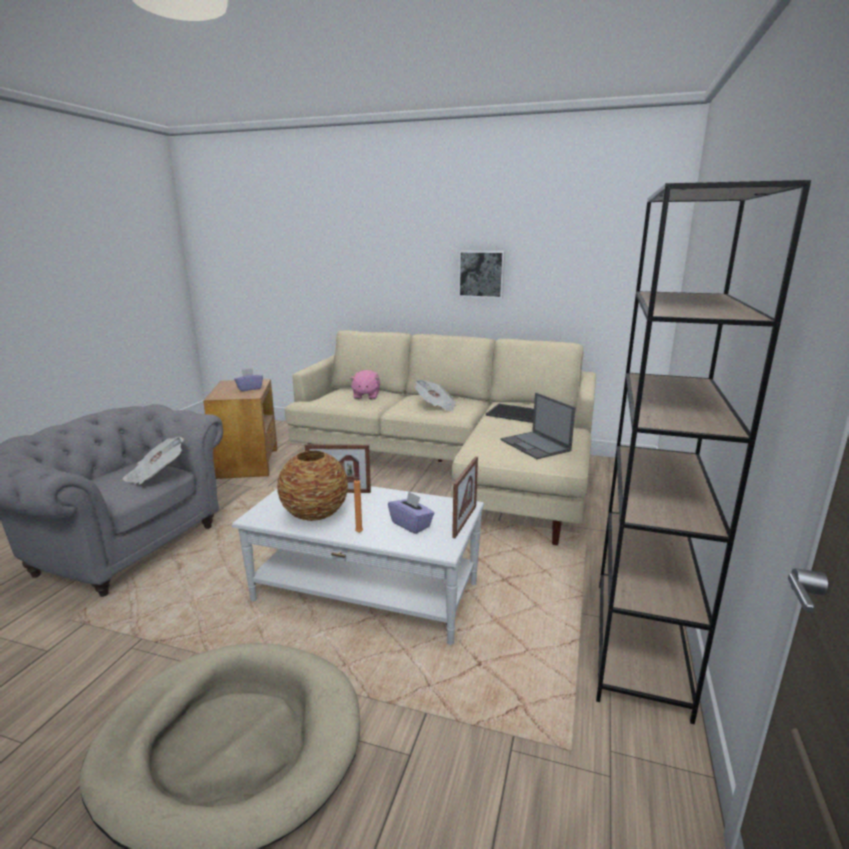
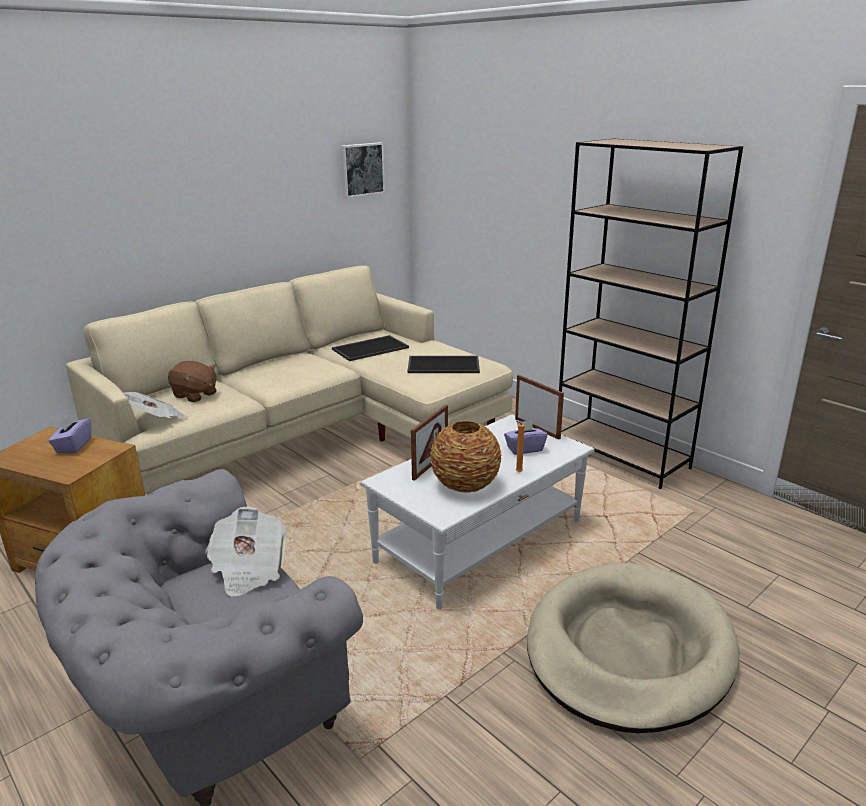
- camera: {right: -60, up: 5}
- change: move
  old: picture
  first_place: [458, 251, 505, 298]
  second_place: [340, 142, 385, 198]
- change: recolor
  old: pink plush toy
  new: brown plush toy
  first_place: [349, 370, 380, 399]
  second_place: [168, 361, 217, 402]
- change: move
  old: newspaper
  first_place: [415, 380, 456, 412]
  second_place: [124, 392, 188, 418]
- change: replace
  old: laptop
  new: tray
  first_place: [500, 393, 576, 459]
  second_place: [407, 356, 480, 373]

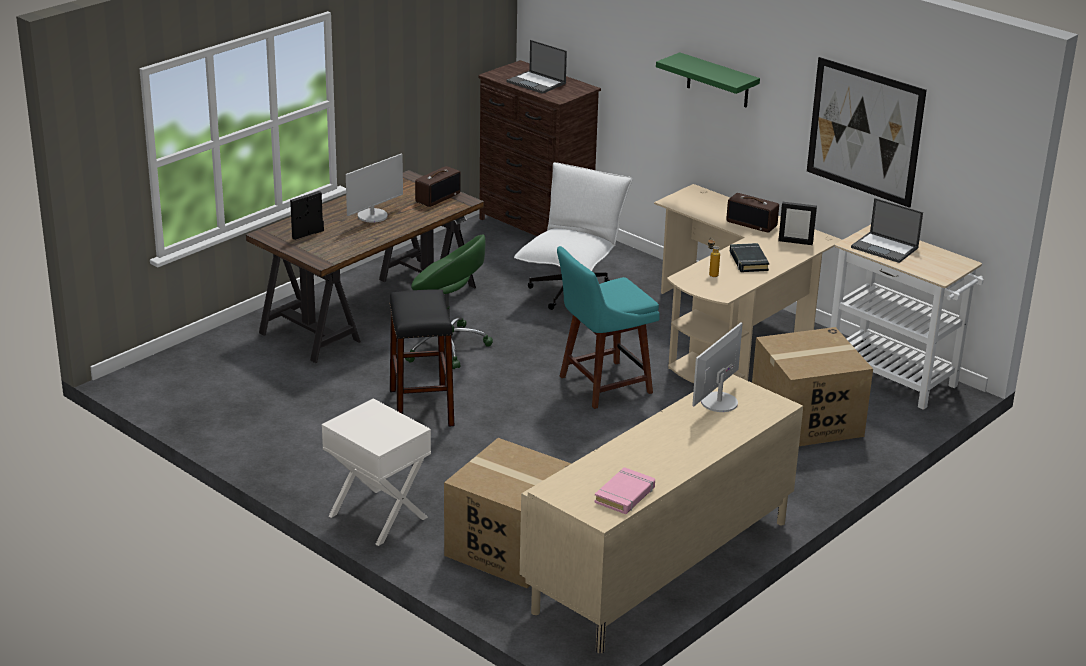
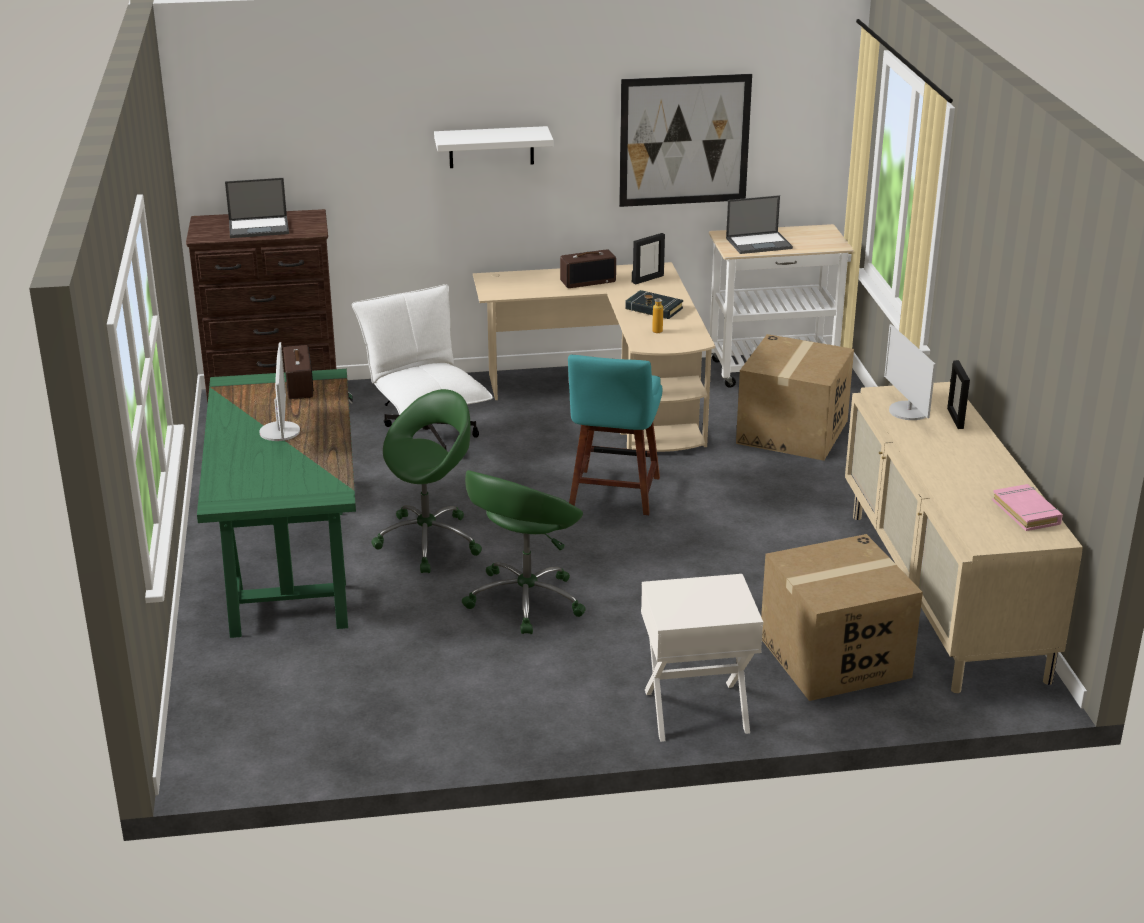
- camera: {right: -50, up: 0}
- change: recolor
  old: green shelf
  new: white shelf
  first_place: [656, 52, 760, 108]
  second_place: [434, 126, 554, 168]
- change: recolor
  old: brown desk
  new: green desk
  first_place: [246, 170, 484, 363]
  second_place: [197, 369, 356, 638]
- change: move
  old: picture frame
  first_place: [290, 191, 324, 240]
  second_place: [947, 360, 970, 429]
- change: replace
  old: black stool
  new: green office chair
  first_place: [389, 290, 454, 427]
  second_place: [462, 470, 585, 634]

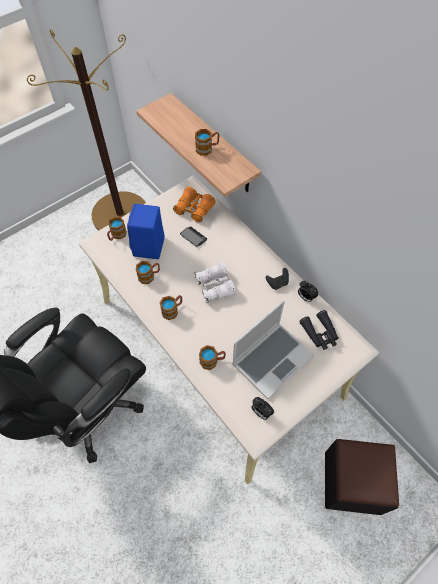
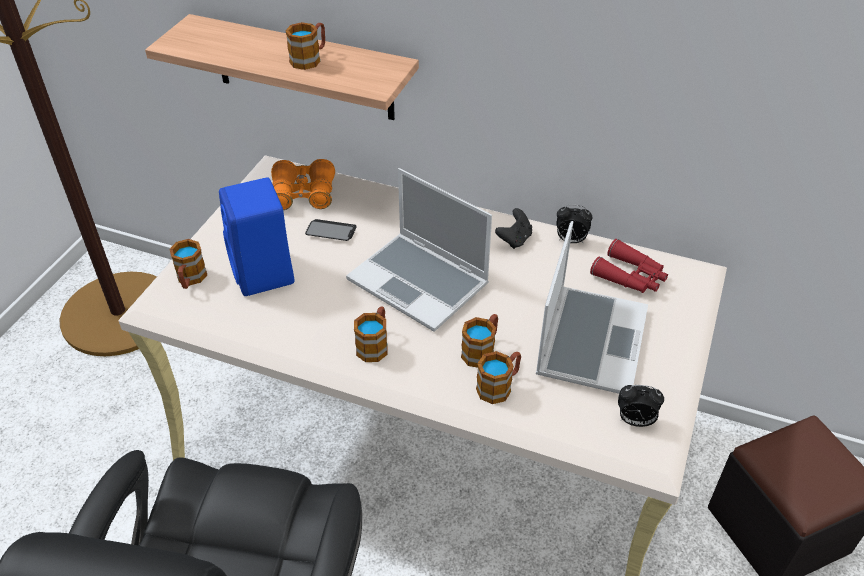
- camera: {right: -30, up: -15}
- change: move
  old: mug
  first_place: [136, 261, 160, 284]
  second_place: [461, 314, 498, 368]
- change: replace
  old: white binoculars
  new: laptop
  first_place: [195, 262, 236, 303]
  second_place: [346, 168, 492, 332]
- change: recolor
  old: black binoculars
  new: red binoculars
  first_place: [299, 310, 338, 350]
  second_place: [590, 239, 668, 293]

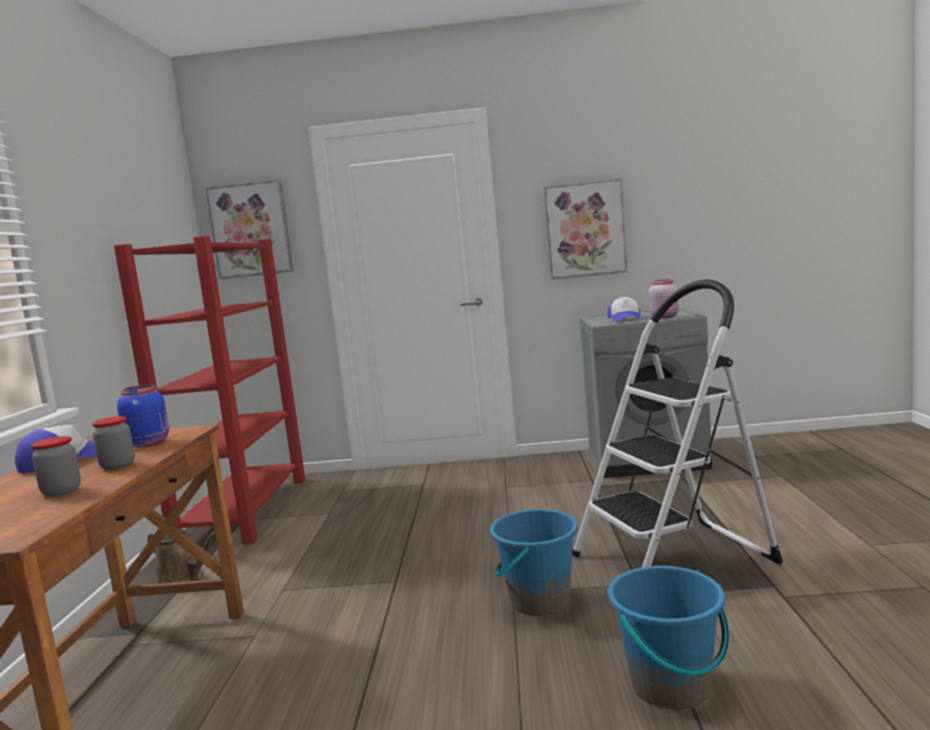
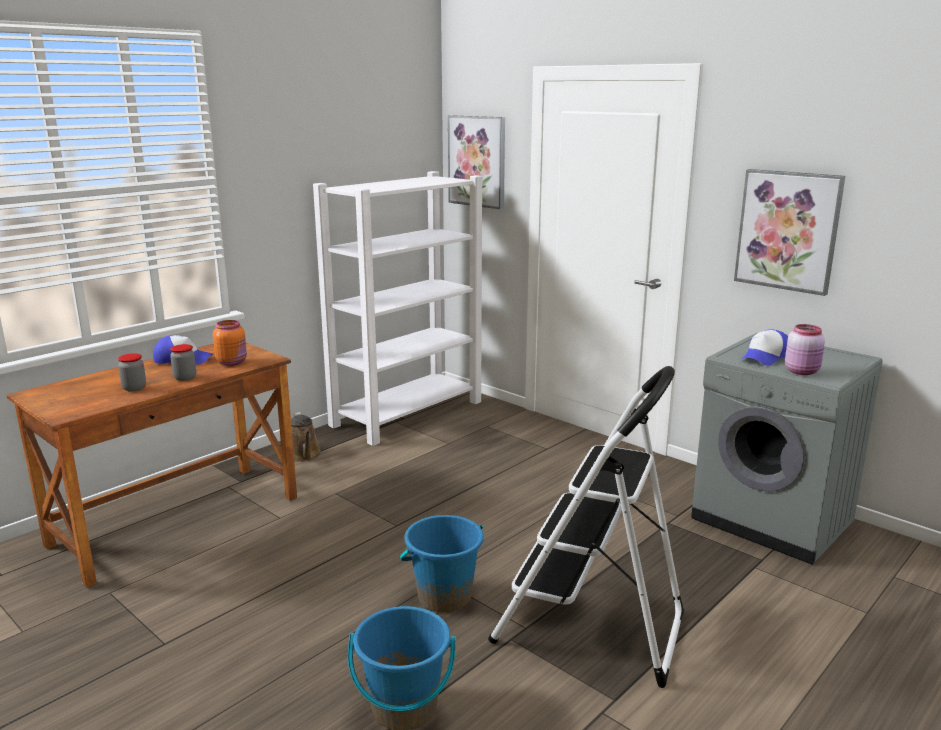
- camera: {right: 40, up: 10}
- change: recolor
  old: red bookcase
  new: white bookcase
  first_place: [114, 236, 305, 544]
  second_place: [313, 171, 482, 446]
- change: recolor
  old: blue jar
  new: orange jar
  first_place: [117, 384, 169, 448]
  second_place: [213, 320, 247, 366]

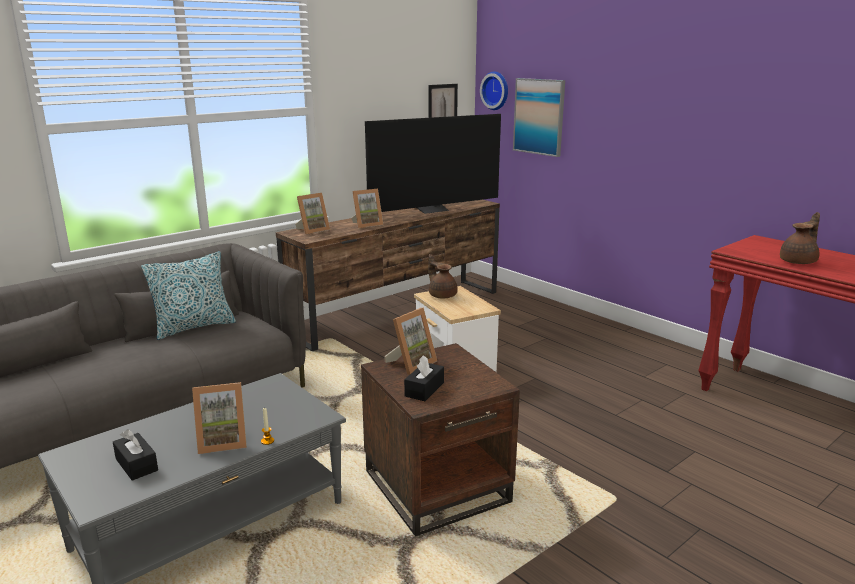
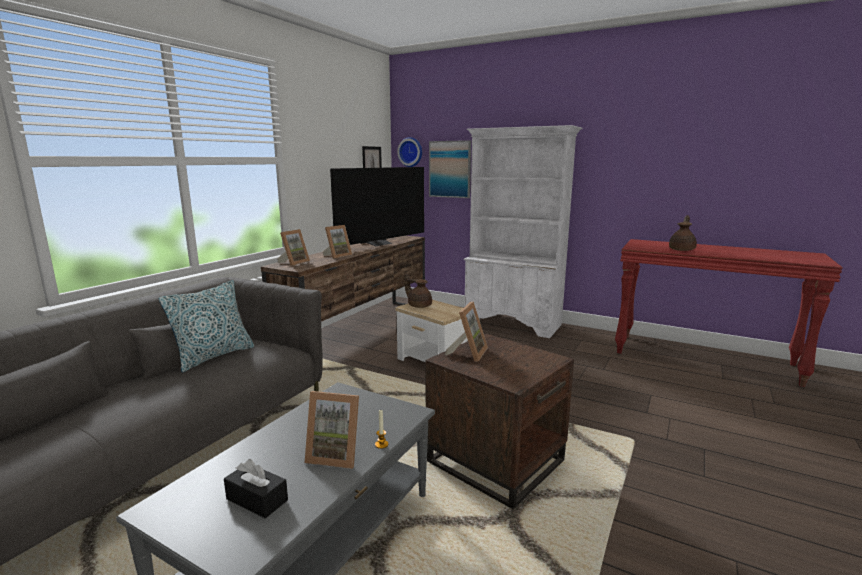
- camera: {right: -20, up: -5}
- change: delete
  old: black tissue box
  first_place: [404, 355, 444, 401]
- change: rotate
  old: picture frame
  first_place: [192, 382, 247, 454]
  second_place: [305, 391, 359, 469]
  degrees: 45
- change: insert
  new: white bookcase
  second_place: [464, 125, 583, 338]

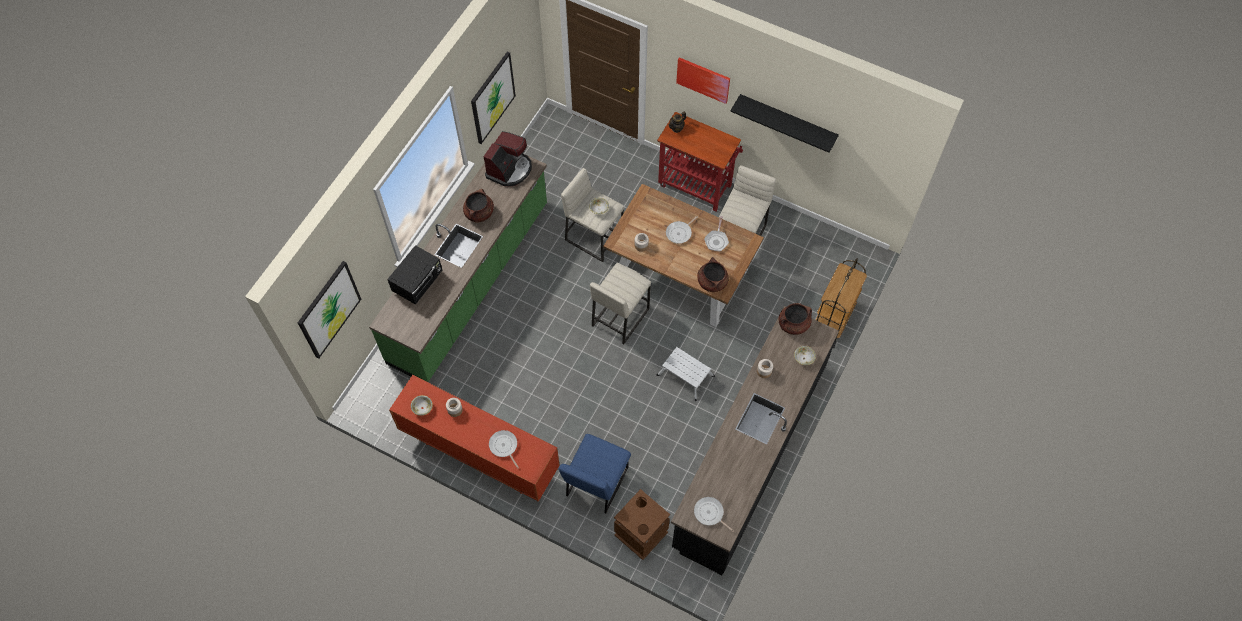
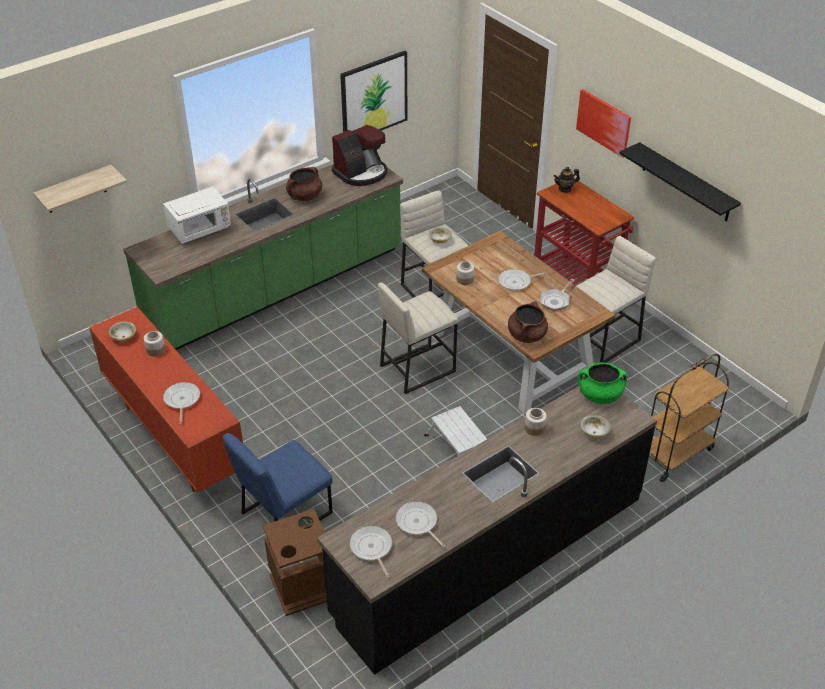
- camera: {right: 25, up: -20}
- change: recolor
  old: black microwave
  new: white microwave
  first_place: [387, 245, 442, 305]
  second_place: [163, 187, 231, 244]
- change: replace
  old: picture
  new: shelf
  first_place: [298, 261, 361, 359]
  second_place: [33, 165, 127, 213]
- change: recolor
  old: brown cooking pot
  new: green cooking pot
  first_place: [779, 303, 812, 335]
  second_place: [578, 363, 627, 404]
- change: insert
  new: frying pan
  second_place: [396, 501, 445, 547]

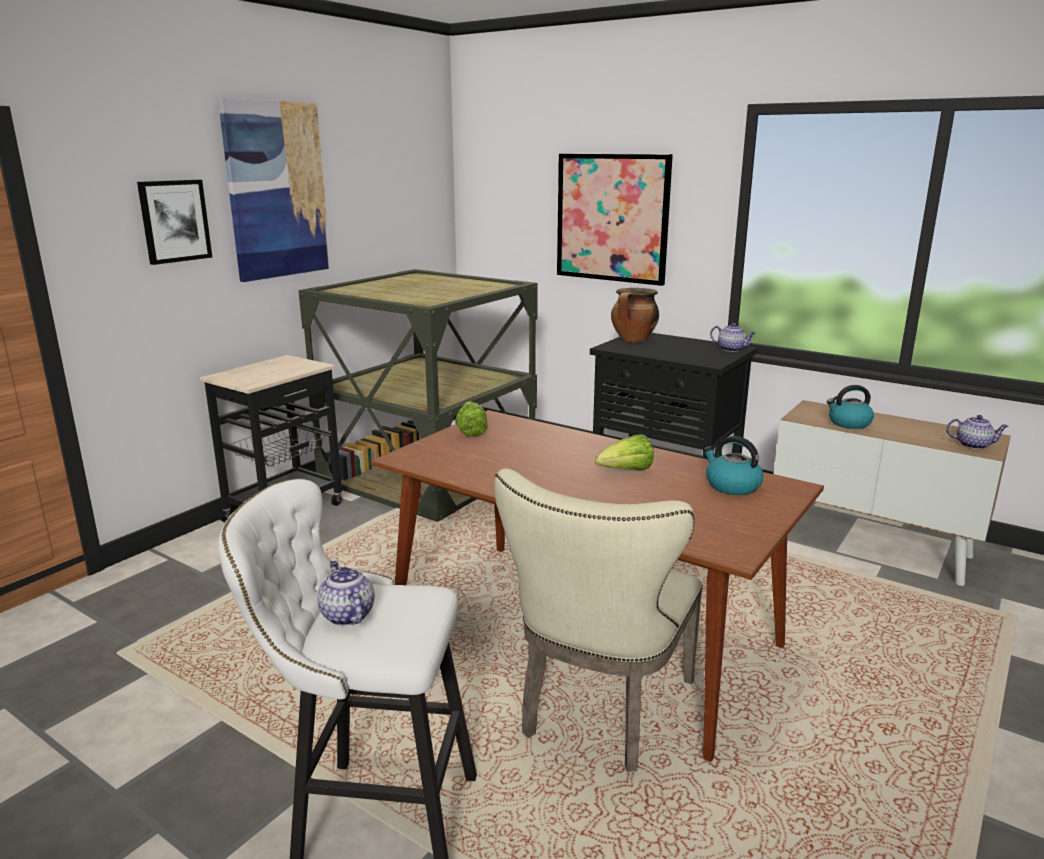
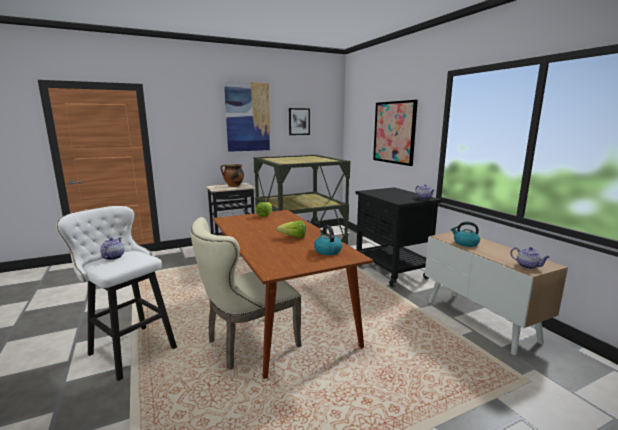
- camera: {right: 30, up: -5}
- change: move
  old: picture
  first_place: [137, 180, 212, 265]
  second_place: [289, 108, 310, 135]
- change: move
  old: cooking pot
  first_place: [611, 288, 659, 343]
  second_place: [220, 164, 244, 187]

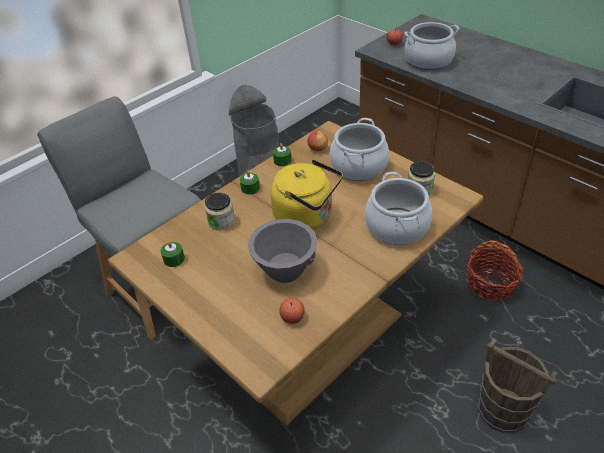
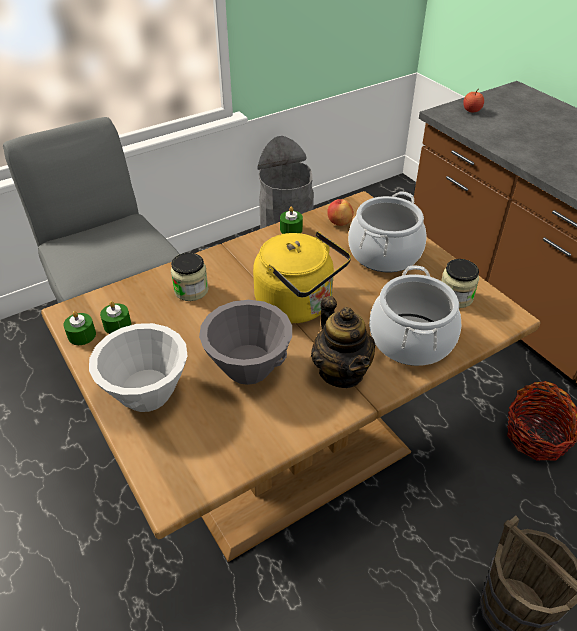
- camera: {right: 10, up: 0}
- change: delete
  old: cooking pot
  first_place: [404, 22, 459, 70]
- change: move
  old: green candle
  first_place: [240, 171, 260, 195]
  second_place: [64, 311, 96, 345]
- change: delete
  old: apple
  first_place: [280, 298, 305, 324]
- change: insert
  new: teapot
  second_place: [311, 296, 375, 388]
- change: insert
  new: white bowl
  second_place: [89, 323, 188, 412]

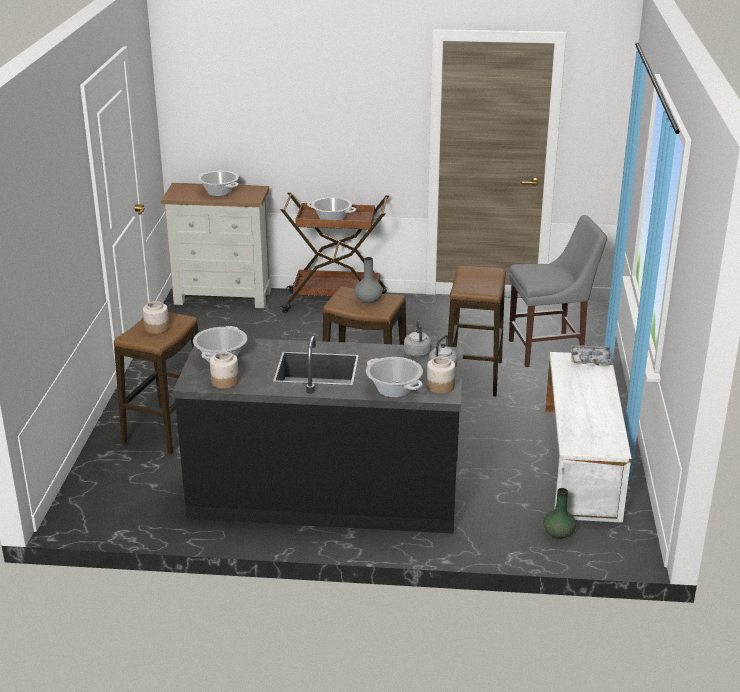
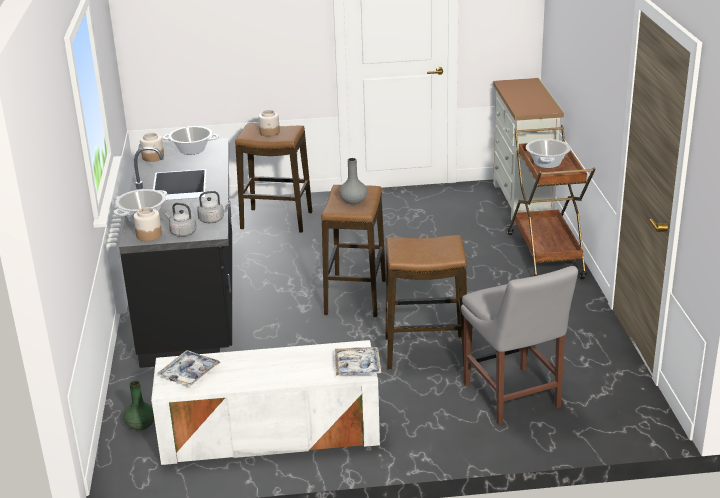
- camera: {right: 80, up: 0}
- change: delete
  old: cooking pot
  first_place: [198, 171, 239, 196]
- change: insert
  new: tray
  second_place: [158, 350, 221, 386]

